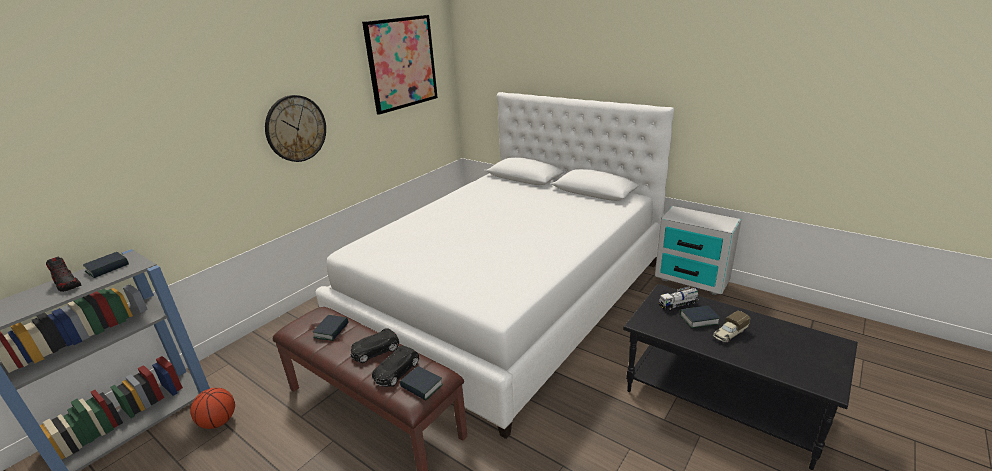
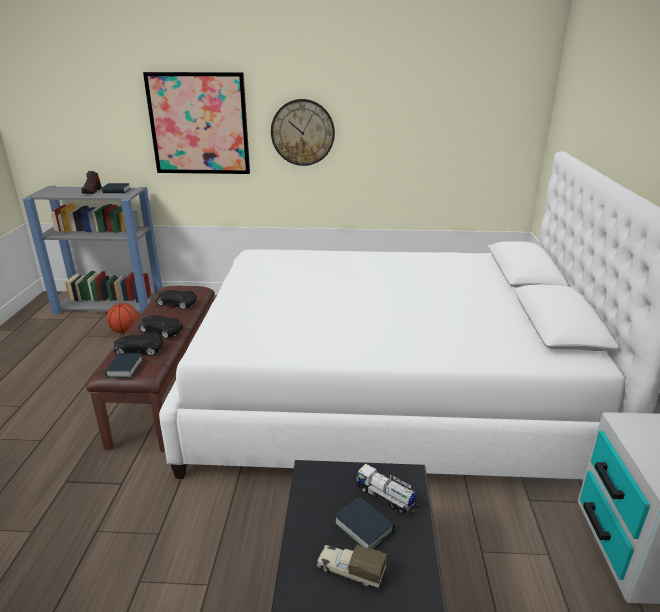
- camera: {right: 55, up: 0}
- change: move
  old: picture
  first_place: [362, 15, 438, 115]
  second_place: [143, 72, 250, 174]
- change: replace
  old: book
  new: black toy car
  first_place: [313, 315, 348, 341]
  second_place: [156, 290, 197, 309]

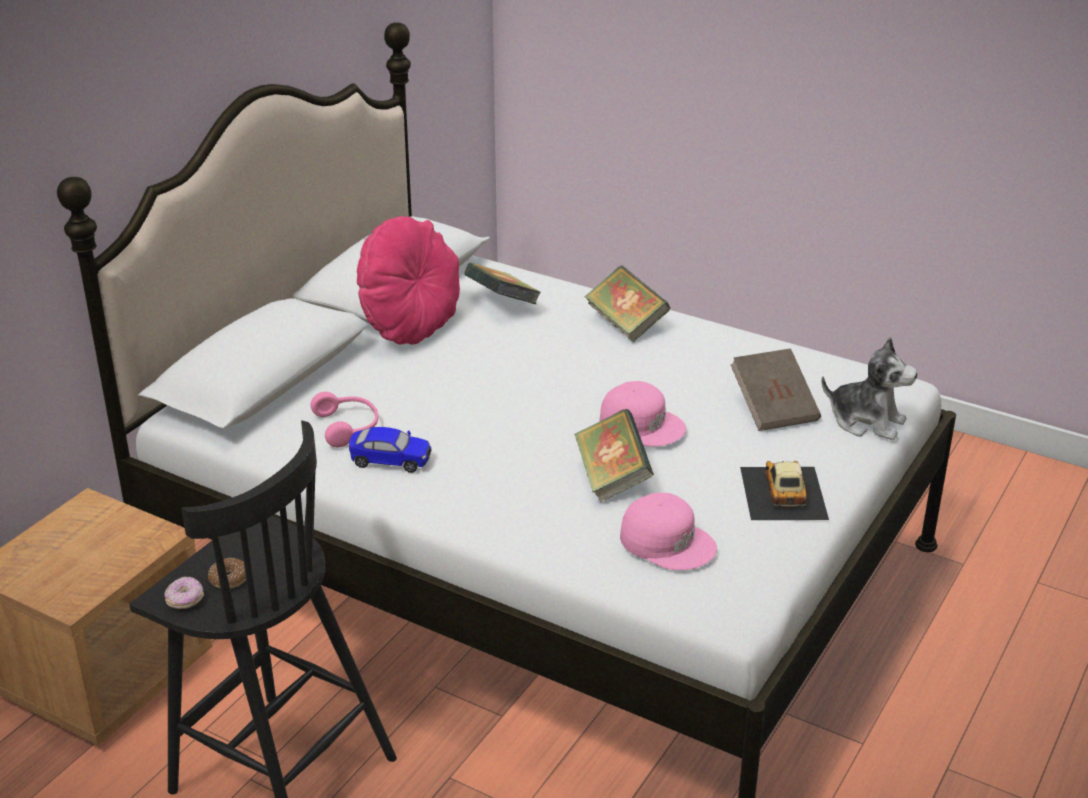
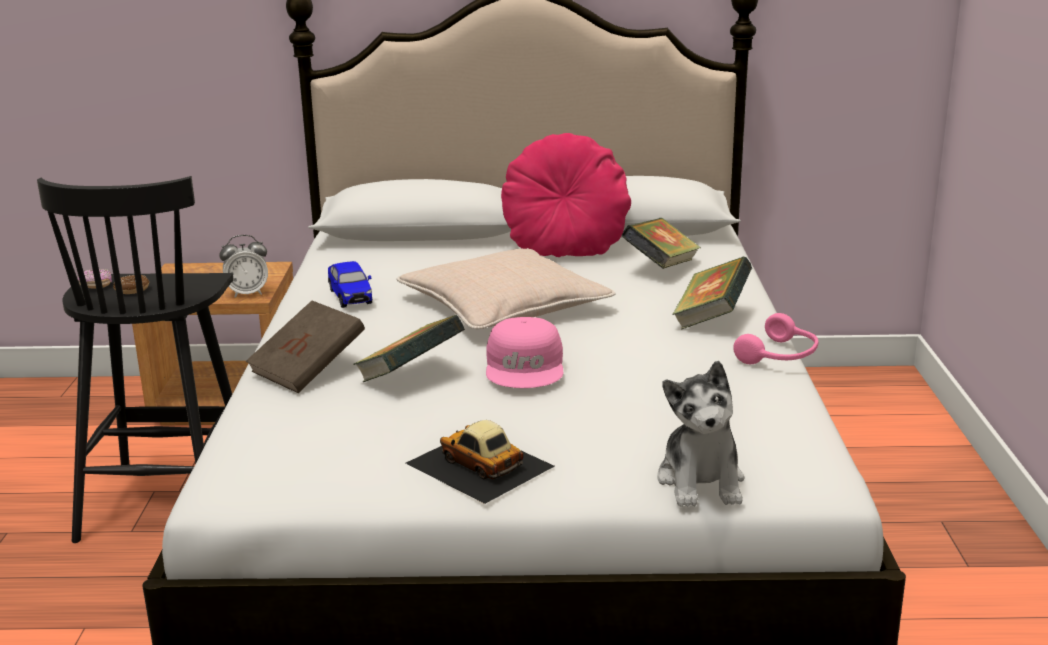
- camera: {right: 60, up: -10}
- change: move
  old: brown book
  first_place: [731, 348, 821, 431]
  second_place: [246, 301, 365, 393]
- change: move
  old: pink headphones
  first_place: [311, 392, 378, 448]
  second_place: [733, 313, 819, 364]
- change: rotate
  old: toy car
  first_place: [740, 461, 829, 520]
  second_place: [406, 420, 555, 504]
  degrees: -105
- change: delete
  old: pink cap
  first_place: [620, 493, 717, 570]
- change: insert
  new: alarm clock
  second_place: [219, 235, 268, 298]
- change: insert
  new: beige pillow
  second_place: [396, 249, 615, 329]

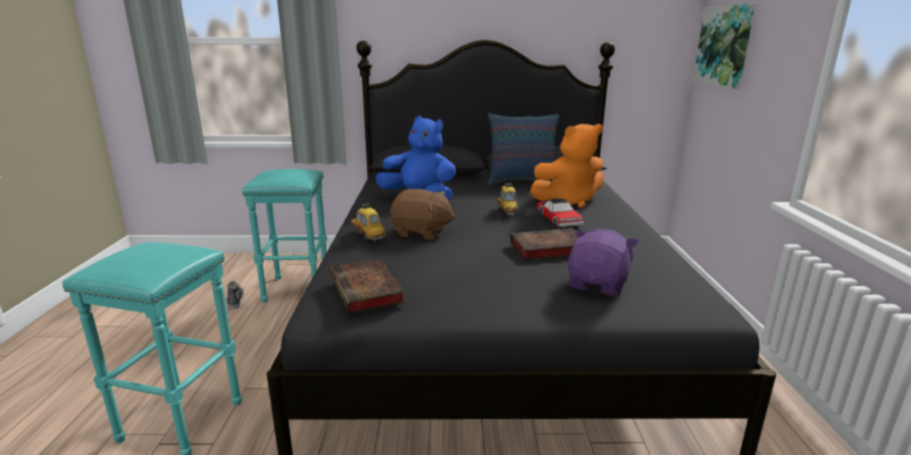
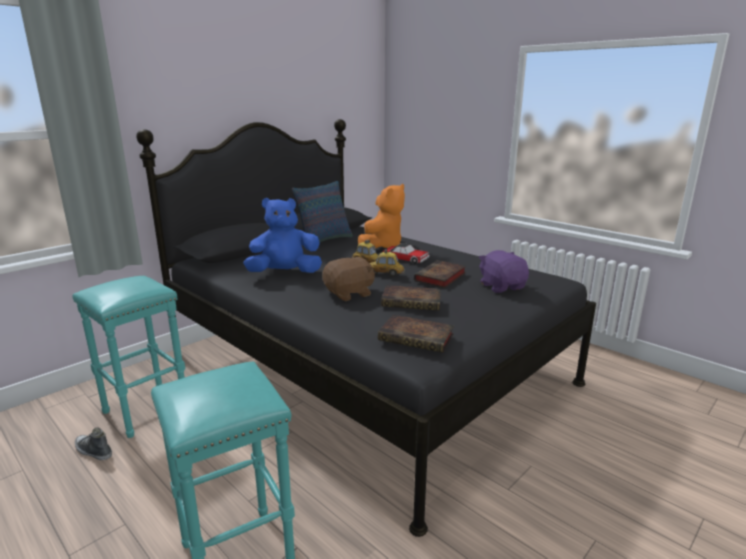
- camera: {right: -45, up: 0}
- change: delete
  old: picture
  first_place: [693, 3, 756, 89]
- change: move
  old: toy car
  first_place: [351, 203, 386, 242]
  second_place: [370, 249, 405, 276]
- change: insert
  new: book
  second_place: [381, 285, 441, 311]

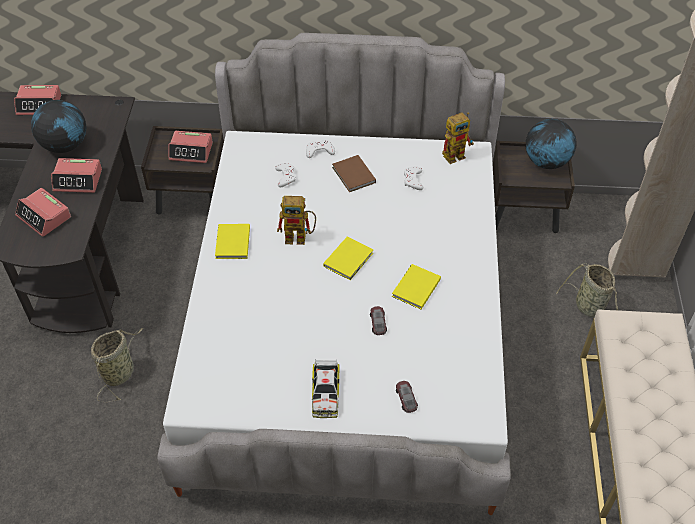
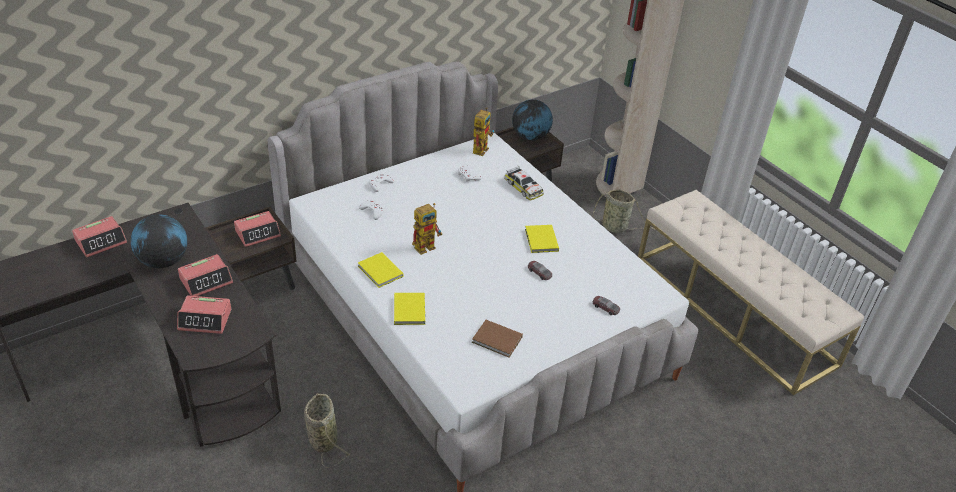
- camera: {right: -40, up: -10}
- change: move
  old: brown book
  first_place: [332, 155, 376, 192]
  second_place: [472, 320, 523, 358]
- change: move
  old: yellow book
  first_place: [323, 237, 373, 280]
  second_place: [394, 293, 425, 325]
- change: move
  old: toy car
  first_place: [312, 359, 339, 418]
  second_place: [505, 166, 544, 201]

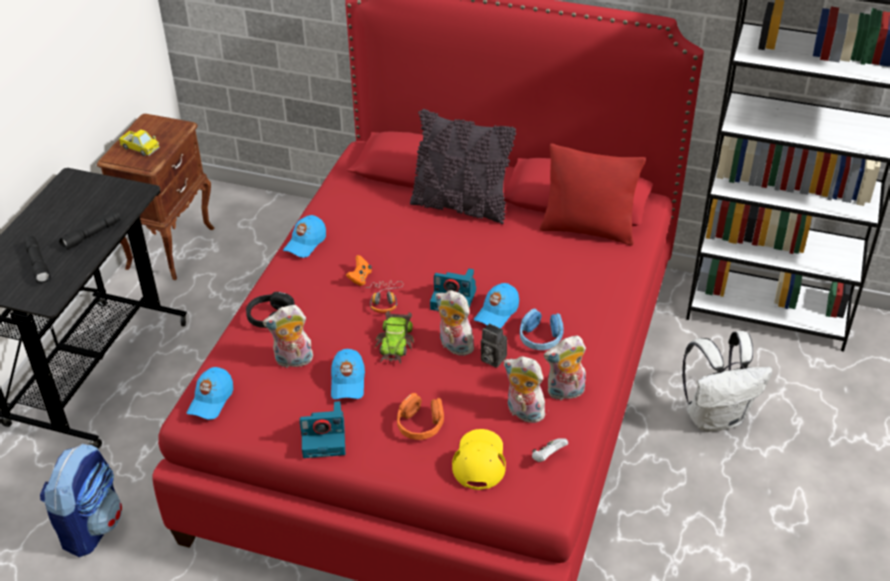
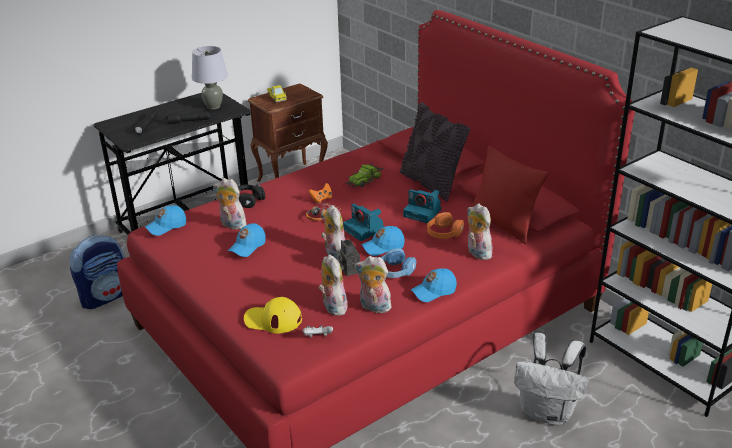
- camera: {right: 35, up: -10}
- change: move
  old: blue cap
  first_place: [283, 215, 326, 258]
  second_place: [411, 268, 457, 302]
- change: move
  old: toy car
  first_place: [375, 311, 414, 364]
  second_place: [343, 164, 384, 189]
- change: move
  old: orange headphones
  first_place: [397, 393, 444, 440]
  second_place: [427, 212, 464, 239]
- change: move
  old: photo camera
  first_place: [300, 401, 345, 458]
  second_place: [403, 189, 441, 223]
- change: rotate
  old: yellow cap
  first_place: [452, 429, 506, 490]
  second_place: [244, 297, 302, 333]
  degrees: -120
- change: insert
  new: grey table lamp
  second_place: [192, 46, 228, 109]
- change: insert
  new: plush toy
  second_place: [468, 204, 495, 260]

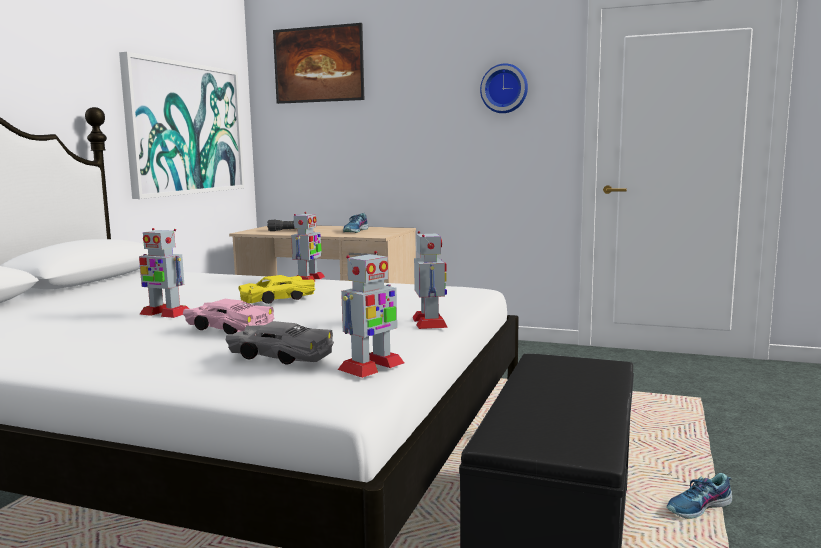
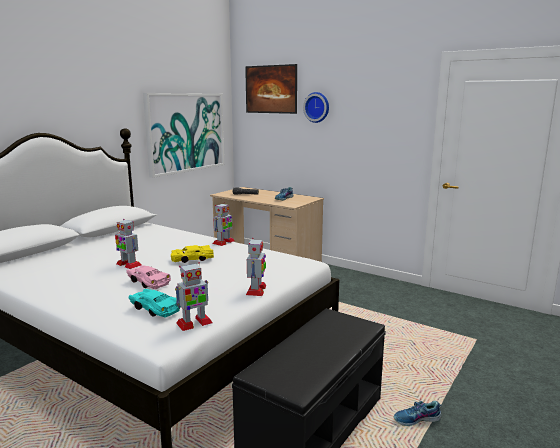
- camera: {right: 15, up: 5}
- change: move
  old: wall clock
  first_place: [480, 63, 528, 113]
  second_place: [303, 92, 329, 123]
- change: recolor
  old: grey toy car
  new: turquoise toy car
  first_place: [226, 321, 334, 365]
  second_place: [129, 289, 181, 318]

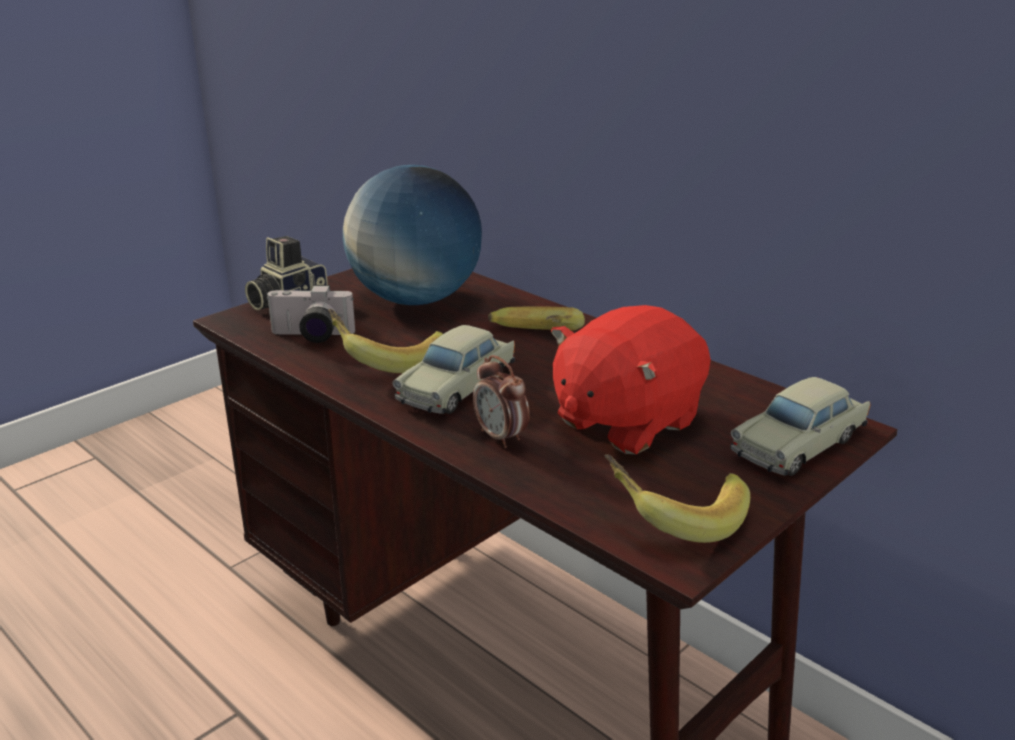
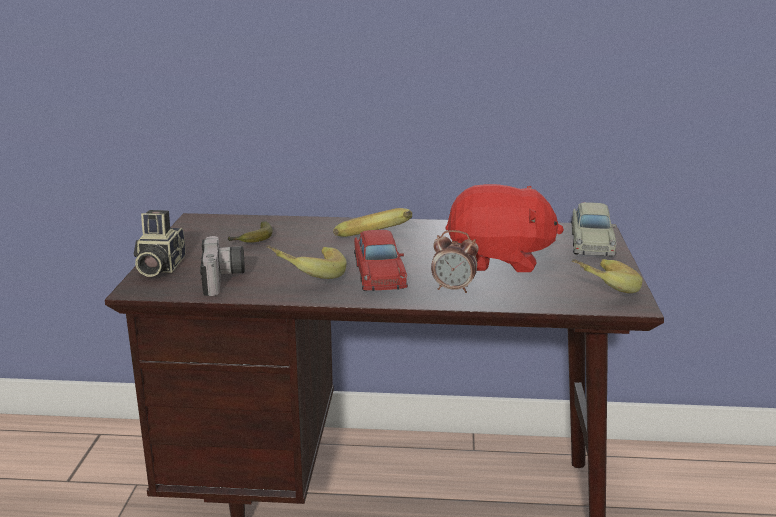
- camera: {right: -40, up: -5}
- change: replace
  old: globe
  new: banana
  first_place: [343, 165, 482, 305]
  second_place: [228, 221, 273, 243]
- change: rotate
  old: photo camera
  first_place: [266, 285, 355, 343]
  second_place: [200, 236, 245, 296]
  degrees: -60
- change: rotate
  old: red plush toy
  first_place: [551, 305, 711, 454]
  second_place: [445, 184, 564, 272]
  degrees: -90
- change: recolor
  old: beige toy car
  new: red toy car
  first_place: [393, 325, 515, 414]
  second_place: [354, 230, 408, 291]

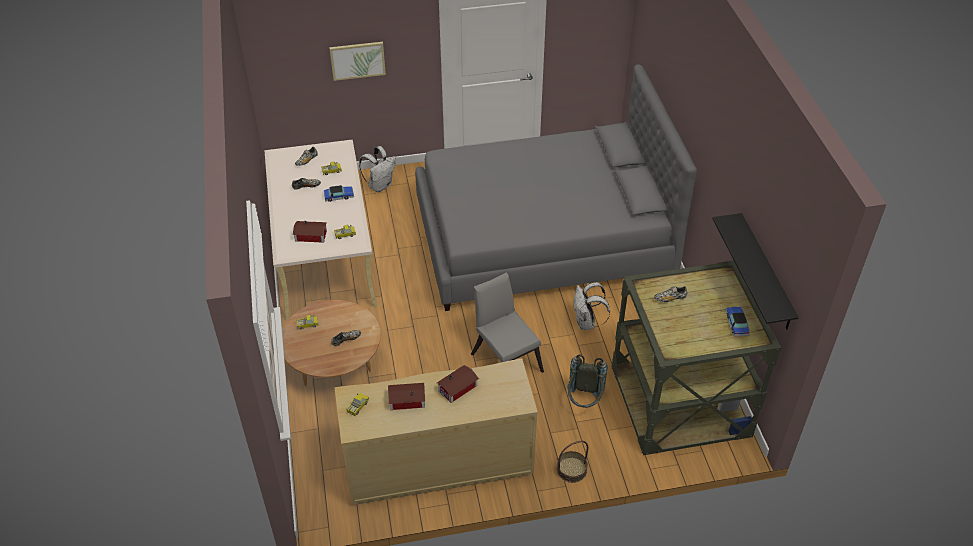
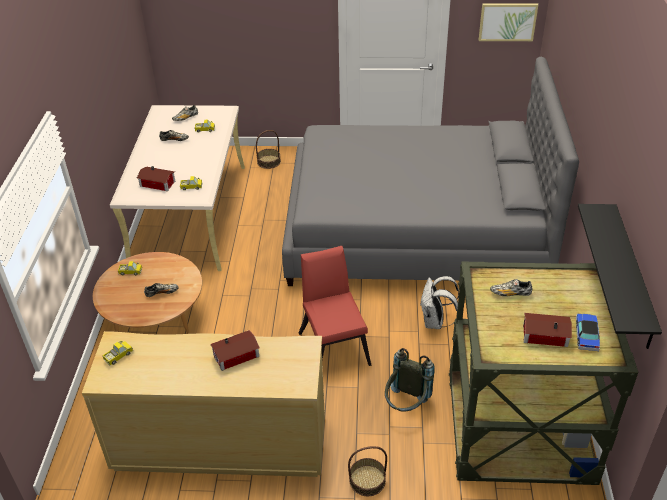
- camera: {right: 15, up: -5}
- change: move
  old: picture
  first_place: [329, 42, 386, 81]
  second_place: [479, 3, 538, 41]
- change: replace
  old: white backpack
  new: basket
  first_place: [359, 146, 396, 192]
  second_place: [256, 130, 281, 169]
- change: delete
  old: toy car
  first_place: [324, 185, 354, 202]
- change: recolor
  old: grey chair
  new: red chair
  first_place: [471, 272, 544, 373]
  second_place: [298, 246, 371, 366]
- change: move
  old: toy house
  first_place: [388, 383, 425, 410]
  second_place: [523, 313, 572, 347]

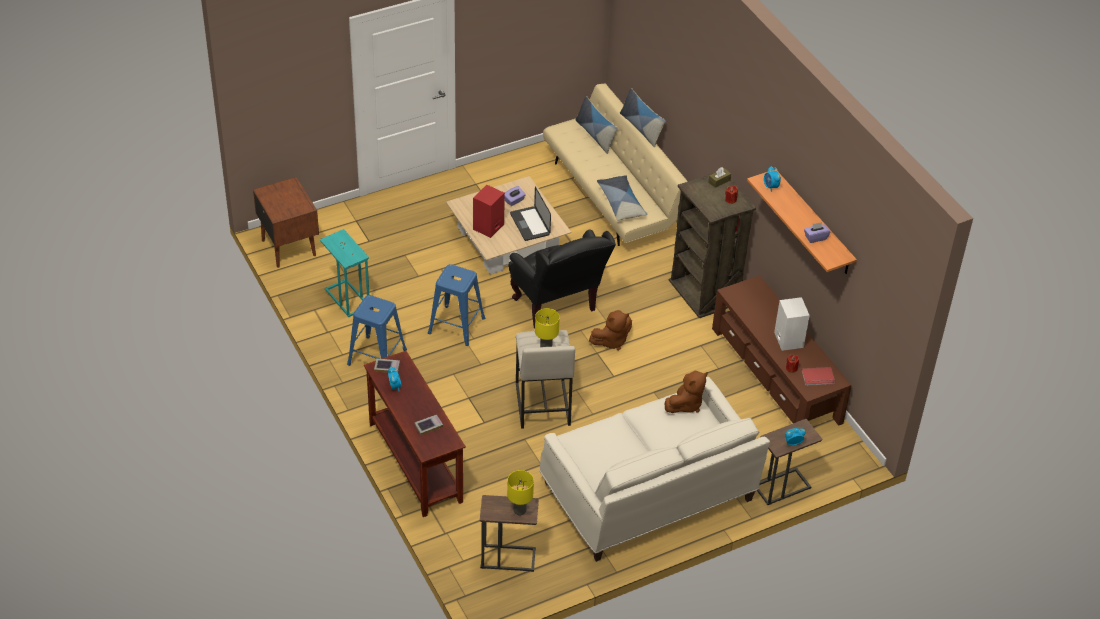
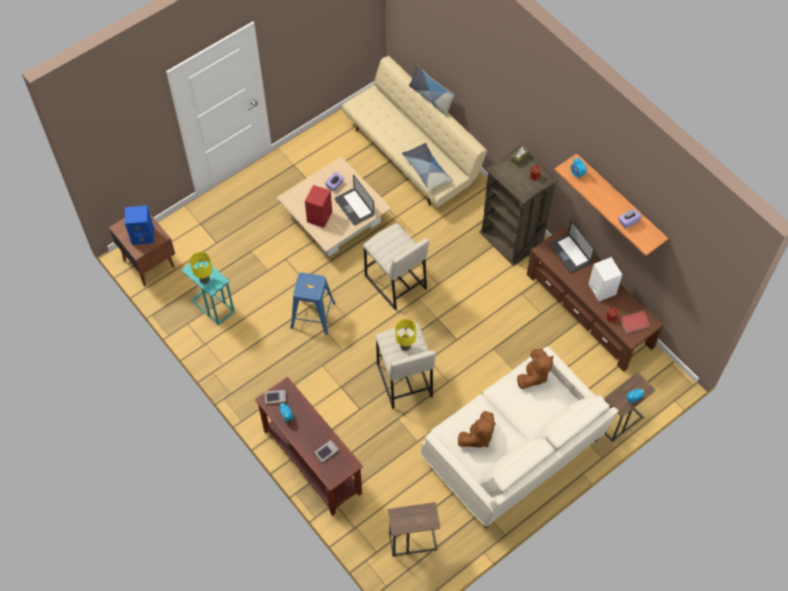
- camera: {right: -10, up: 15}
- change: delete
  old: pillow
  first_place: [575, 96, 618, 154]
- change: replace
  old: black armchair
  new: beige stool
  first_place: [508, 229, 616, 328]
  second_place: [363, 223, 429, 310]
- change: delete
  old: blue stool
  first_place: [347, 295, 407, 366]
- change: move
  old: brown plush toy
  first_place: [589, 310, 632, 350]
  second_place: [458, 411, 496, 448]
- change: move
  old: yellow table lamp
  first_place: [507, 470, 534, 516]
  second_place: [190, 252, 213, 284]
- change: insert
  new: blue speaker
  second_place: [125, 206, 154, 245]
- change: insert
  new: laptop
  second_place: [549, 221, 594, 273]

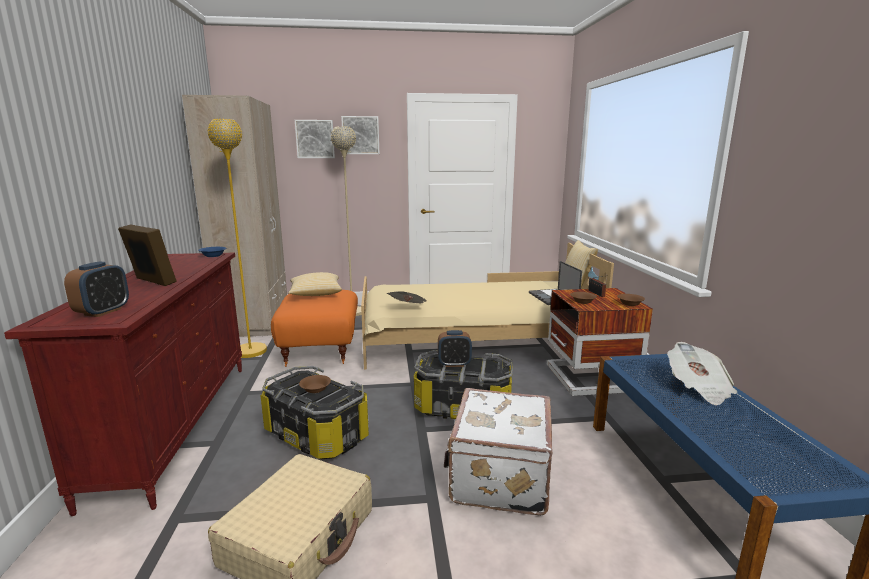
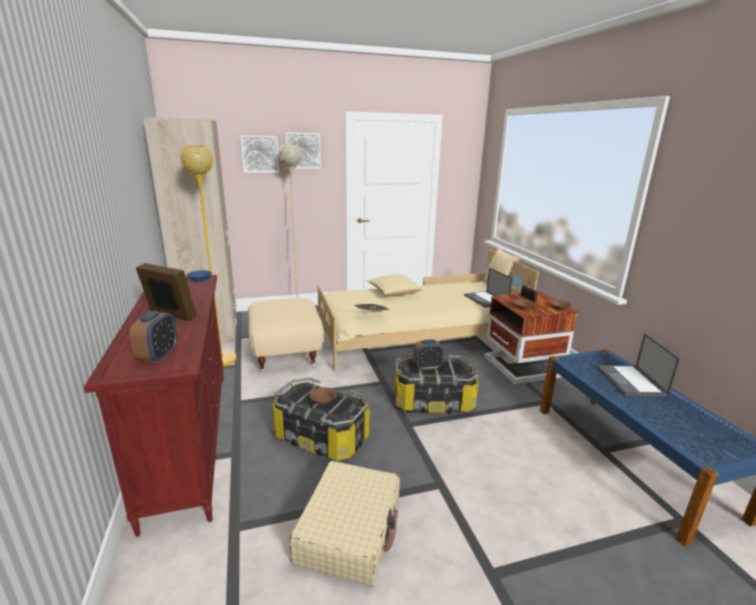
- camera: {right: -10, up: 5}
- change: move
  old: pillow
  first_place: [288, 272, 342, 296]
  second_place: [368, 274, 422, 295]
- change: recolor
  old: orange ottoman
  new: beige ottoman
  first_place: [271, 290, 358, 367]
  second_place: [248, 298, 324, 374]
- change: replace
  old: newspaper
  new: laptop
  first_place: [667, 342, 737, 405]
  second_place: [597, 333, 680, 396]
- change: delete
  old: white suitcase
  first_place: [444, 388, 552, 516]

